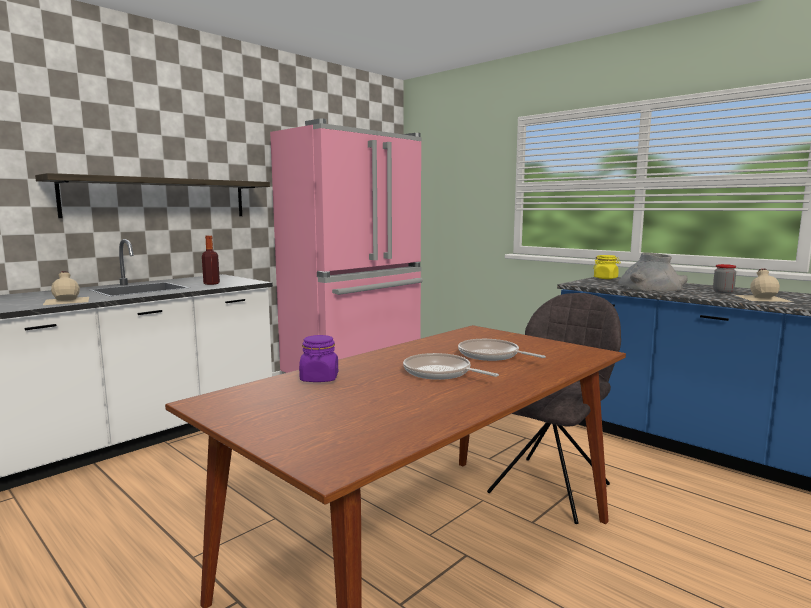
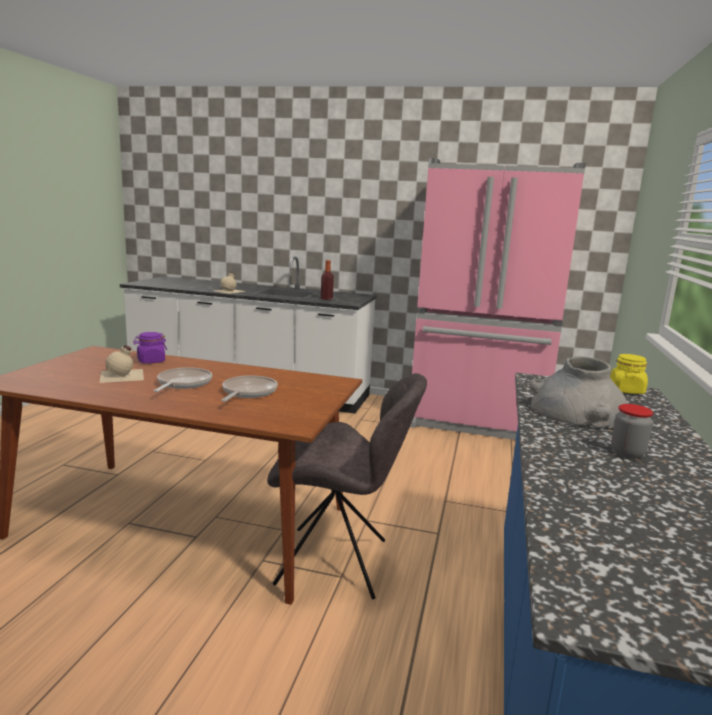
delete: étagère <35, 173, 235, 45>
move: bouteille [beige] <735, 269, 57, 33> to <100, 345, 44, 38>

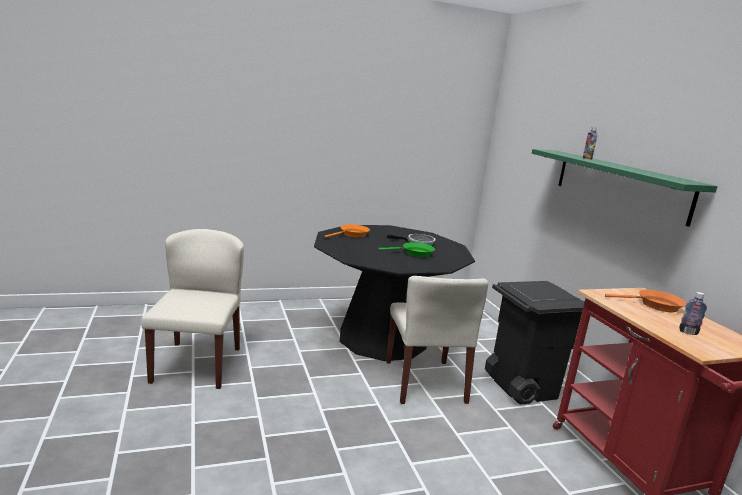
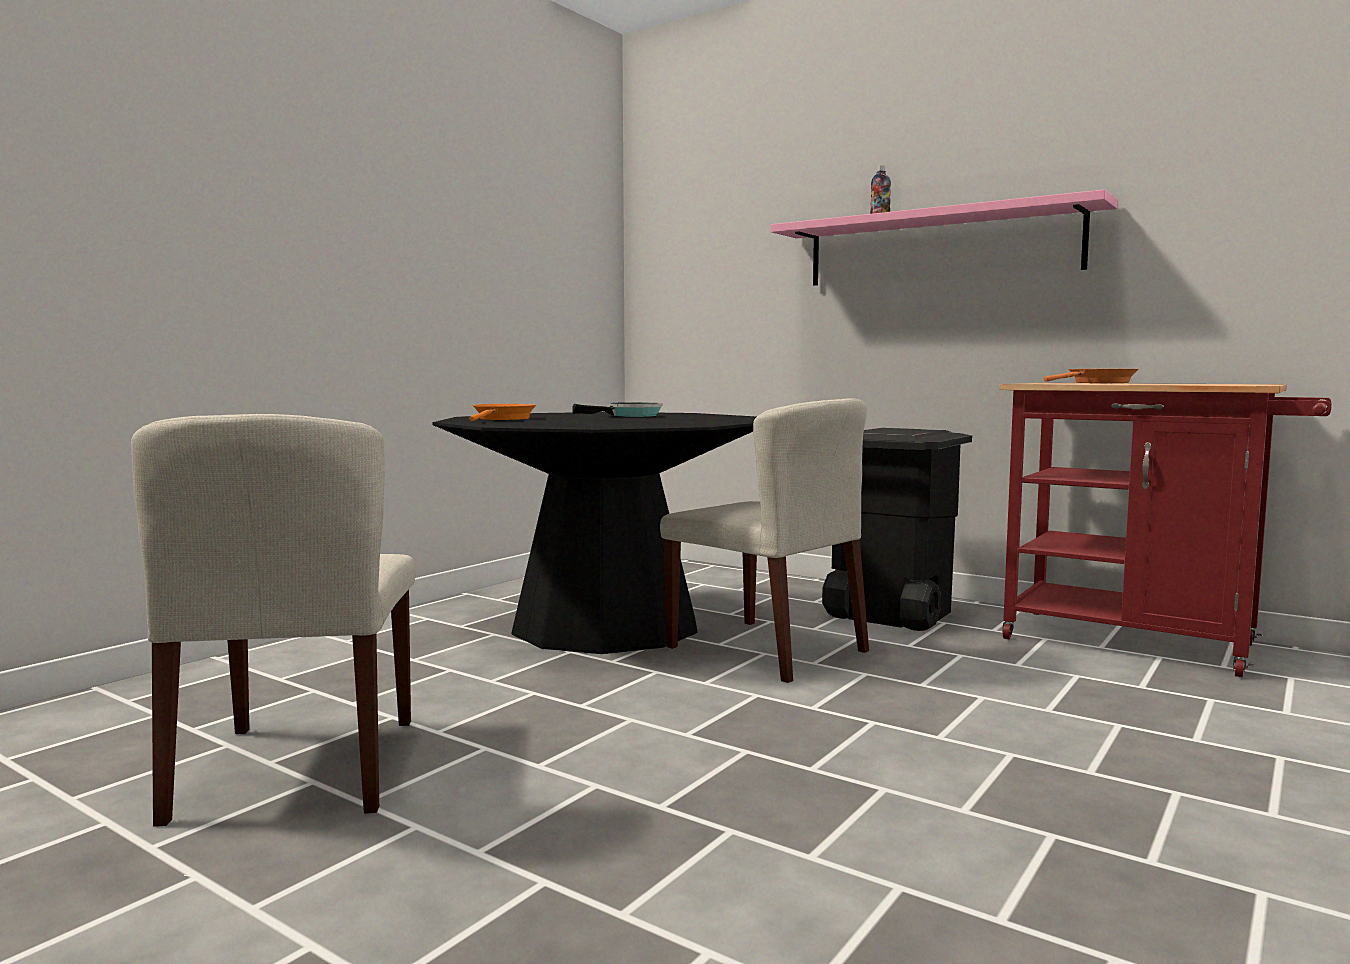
delete: poêle [vert] <379, 242, 56, 15>; bouteille <679, 292, 28, 43>
recolor: étagère [vert] <532, 149, 186, 78> to étagère [rose] <771, 189, 347, 97>
rotate: chaise [beige] <141, 229, 103, 160> = <131, 414, 284, 413> 150 degrees counterclockwise

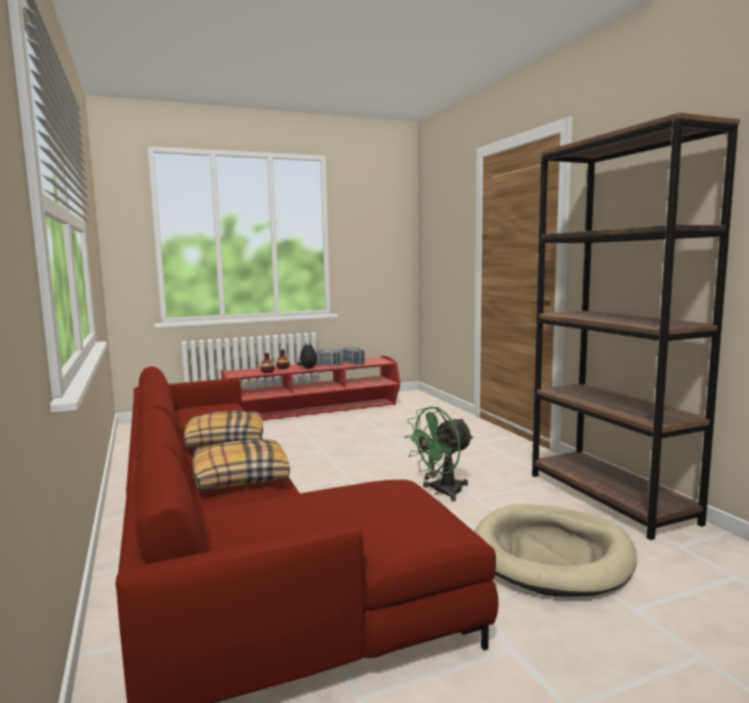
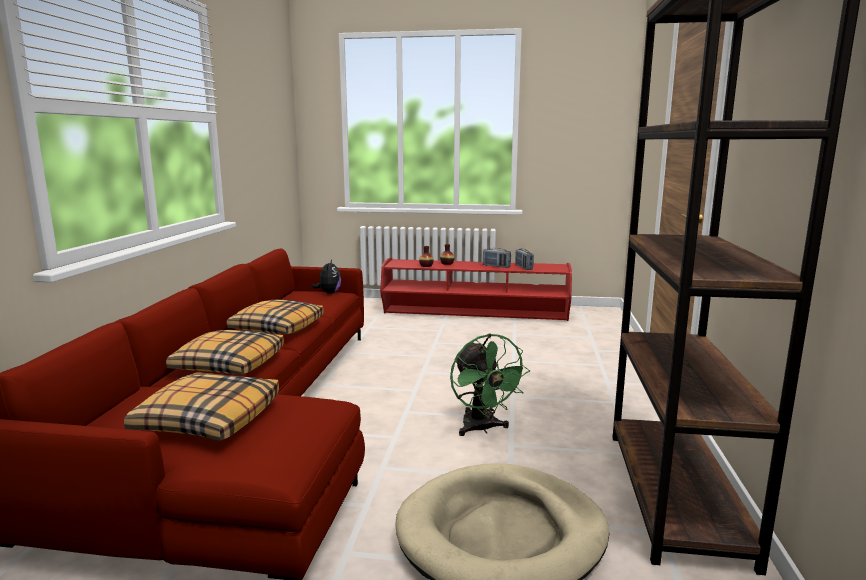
insert: coussin <124, 372, 155, 69>
move: peluche <297, 342, 20, 27> to <311, 260, 30, 34>
rotate: ventilateur [vert] <404, 407, 70, 94> = <450, 334, 80, 102> 105 degrees counterclockwise

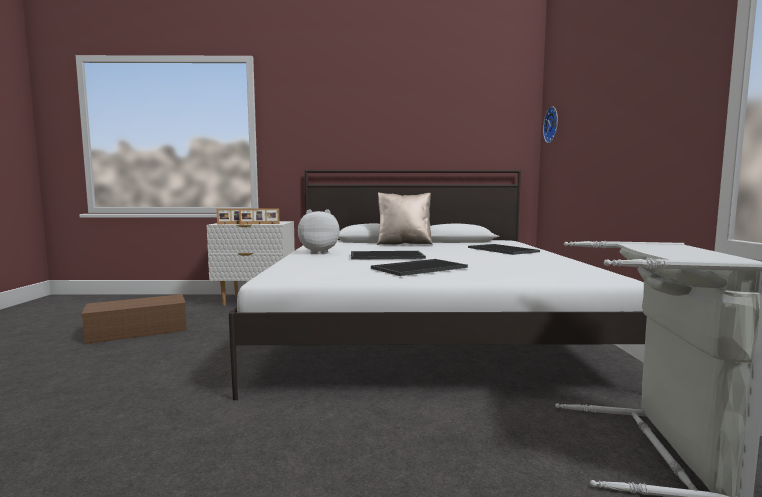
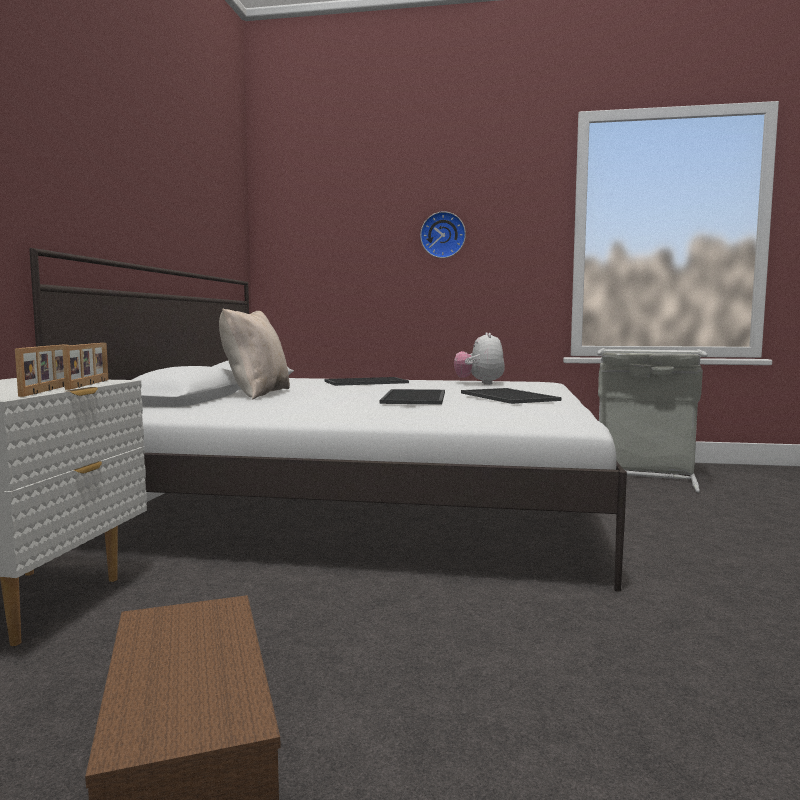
move: peluche <298, 209, 42, 45> to <454, 332, 51, 53>; horloge murale <543, 106, 15, 37> to <420, 211, 46, 47>

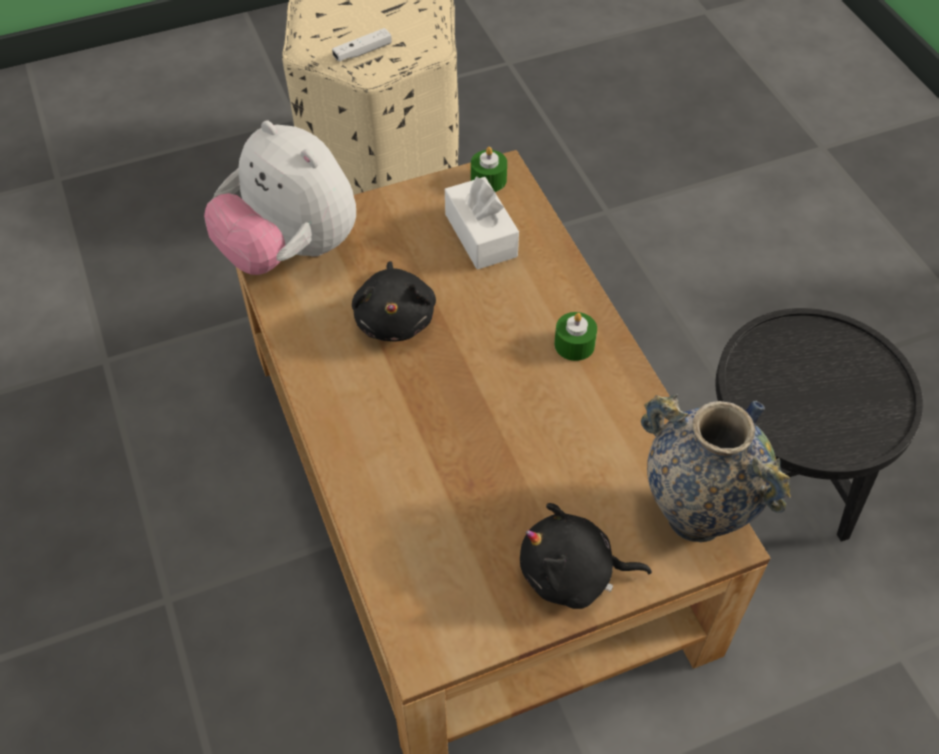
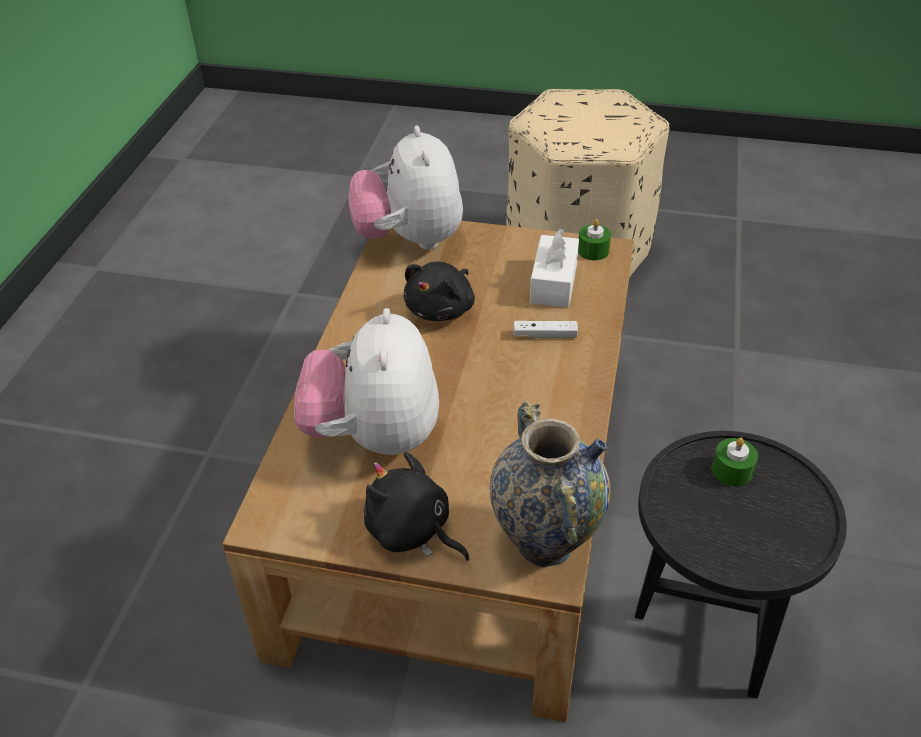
insert: peluche <294, 308, 145, 147>
move: manette [blanc] <332, 28, 60, 33> to <514, 321, 64, 17>; bougie [vert] <554, 312, 43, 49> to <712, 438, 46, 49>

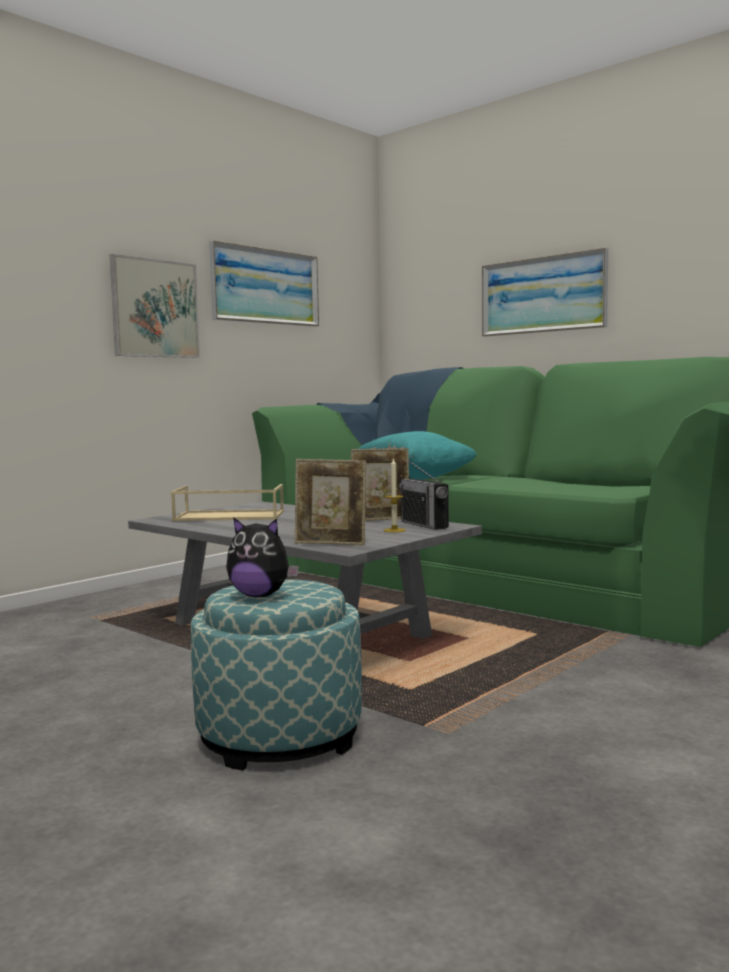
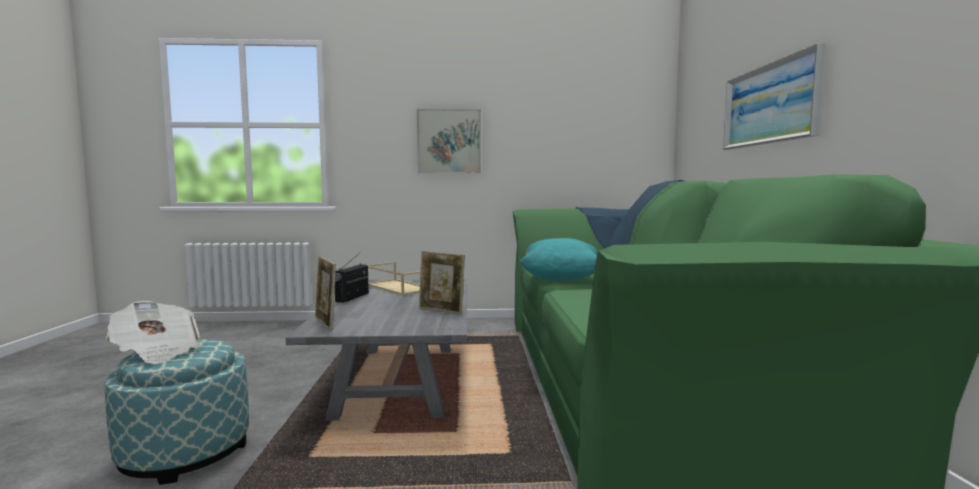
delete: tableau <209, 240, 110, 87>; bougie <383, 458, 23, 74>
move: radio <399, 461, 50, 69> to <335, 253, 34, 50>
replace: peluche <226, 517, 73, 80> to journal <106, 301, 94, 63>

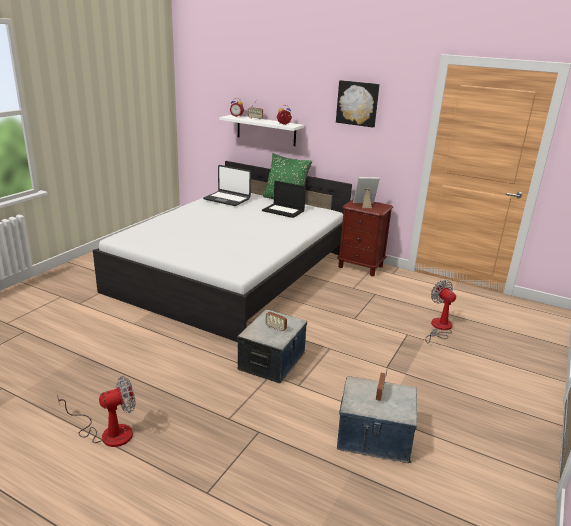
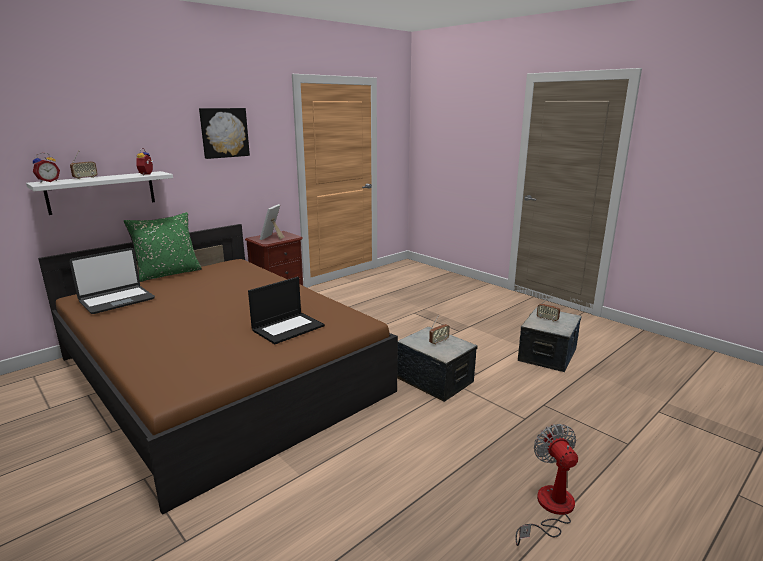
delete: ventilateur <425, 280, 31, 64>
move: ordinateur portable <262, 181, 44, 37> to <248, 277, 77, 67>
recolor: lit [blanc] <93, 161, 259, 181> to lit [marron] <38, 224, 360, 291>

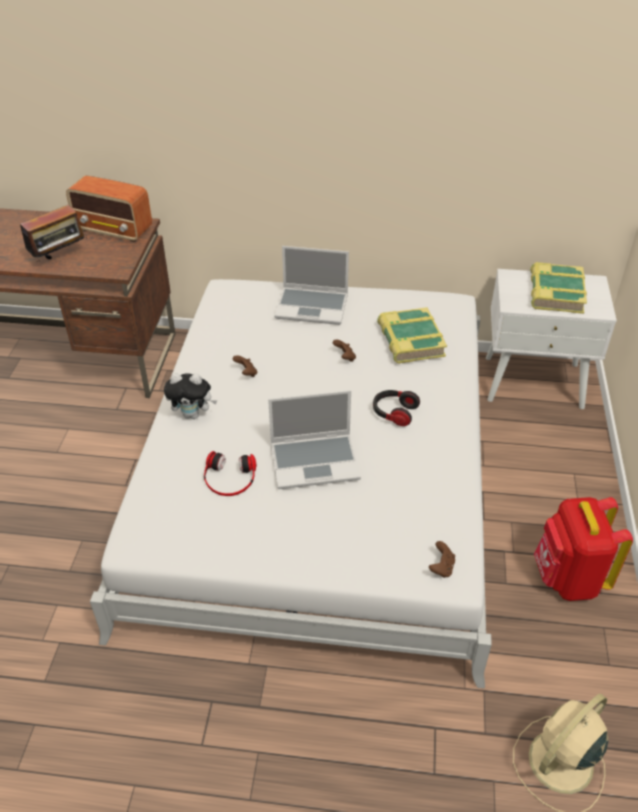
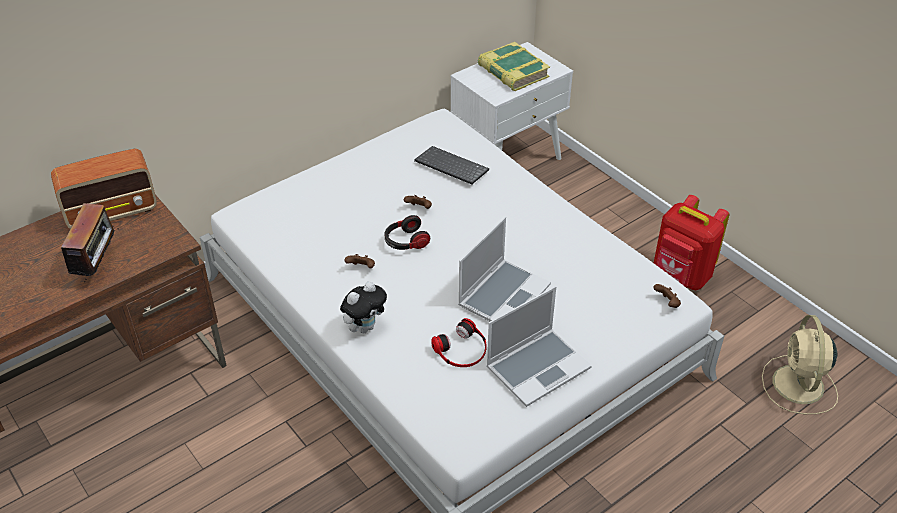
move: ordinateur portable <274, 246, 75, 79> to <486, 286, 105, 121>; casque audio <373, 390, 47, 36> to <384, 215, 46, 35>
replace: livre <377, 307, 70, 57> to clavier <414, 146, 75, 38>

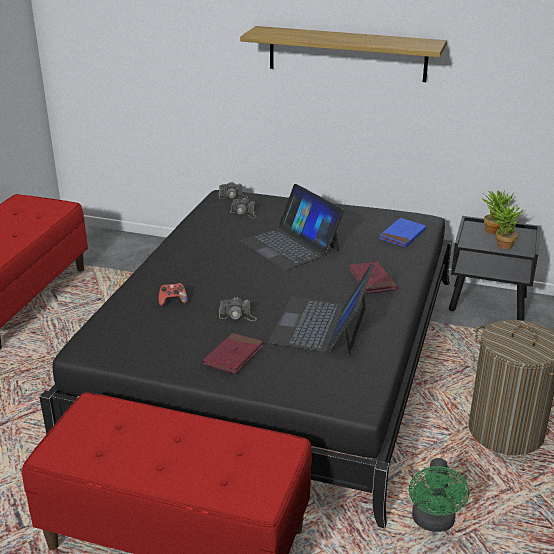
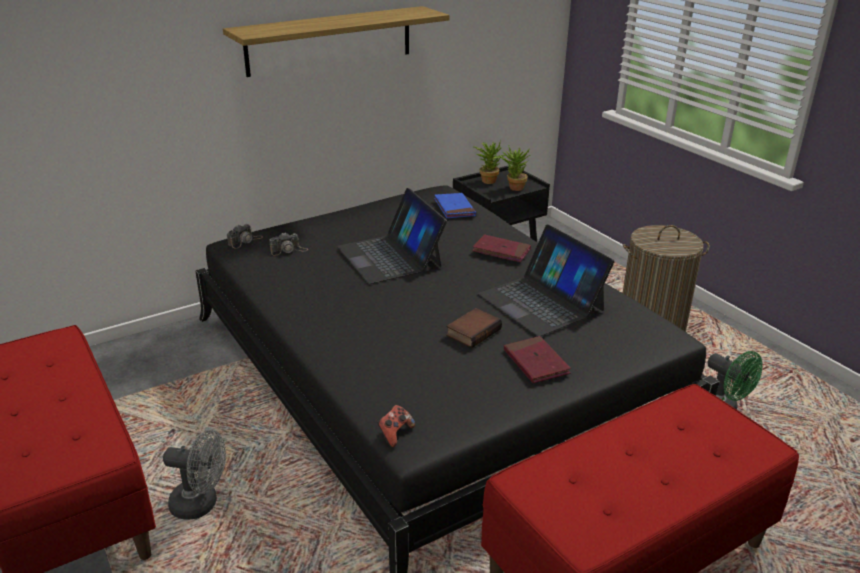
insert: ventilateur [gris] <163, 430, 63, 90>
move: manette <159, 283, 29, 23> to <377, 405, 38, 42>
replace: appareil photo <219, 297, 38, 24> to livre <446, 308, 56, 40>
rotate: ordinateur portable <239, 184, 105, 87> = <337, 188, 110, 96> 60 degrees clockwise

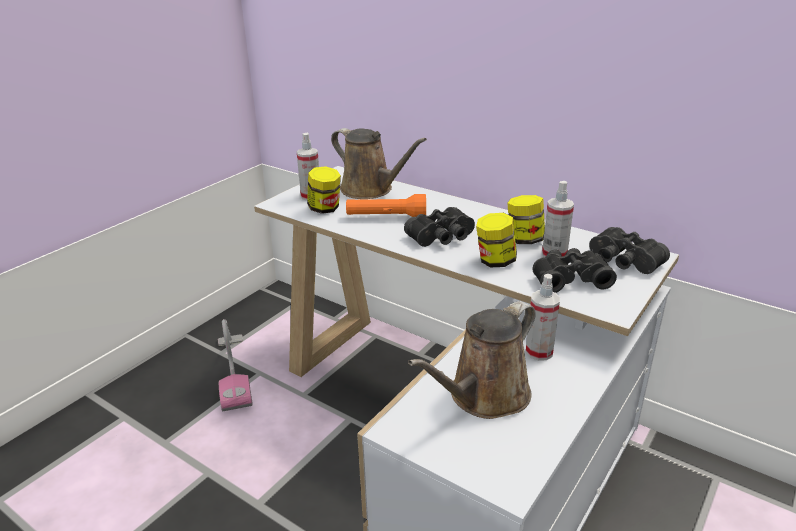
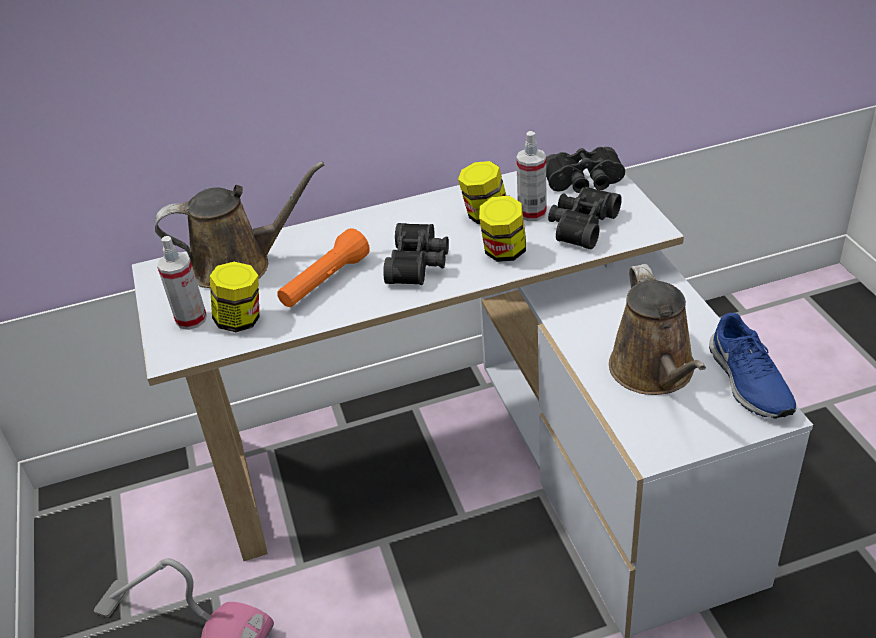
delete: vaporisateur <525, 274, 35, 87>
insert: chaussure [bleu] <709, 313, 88, 106>

